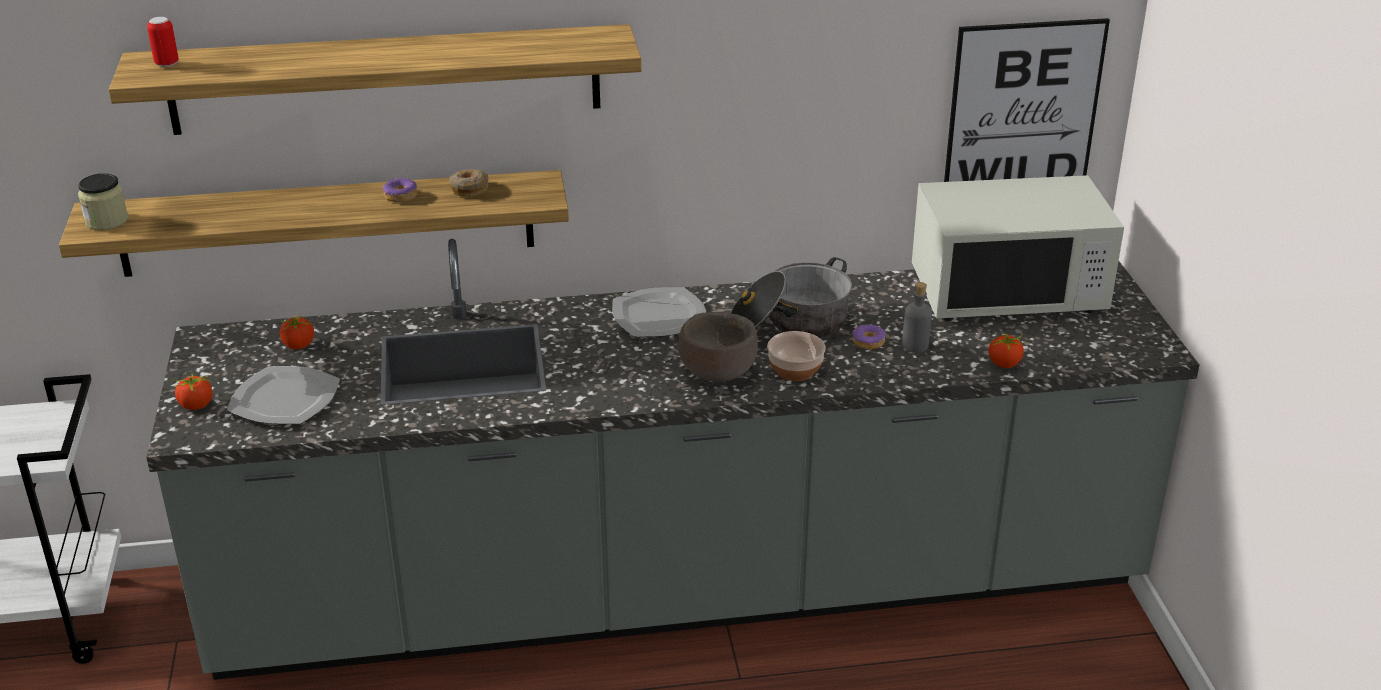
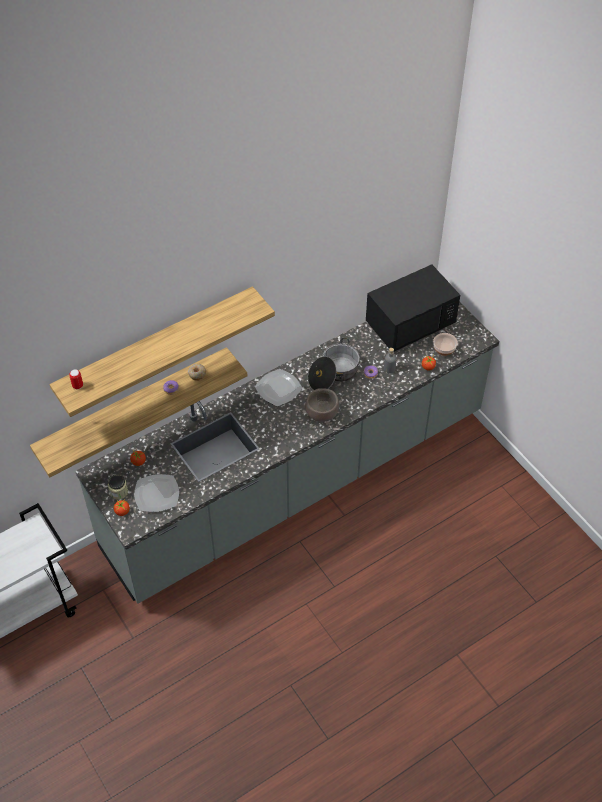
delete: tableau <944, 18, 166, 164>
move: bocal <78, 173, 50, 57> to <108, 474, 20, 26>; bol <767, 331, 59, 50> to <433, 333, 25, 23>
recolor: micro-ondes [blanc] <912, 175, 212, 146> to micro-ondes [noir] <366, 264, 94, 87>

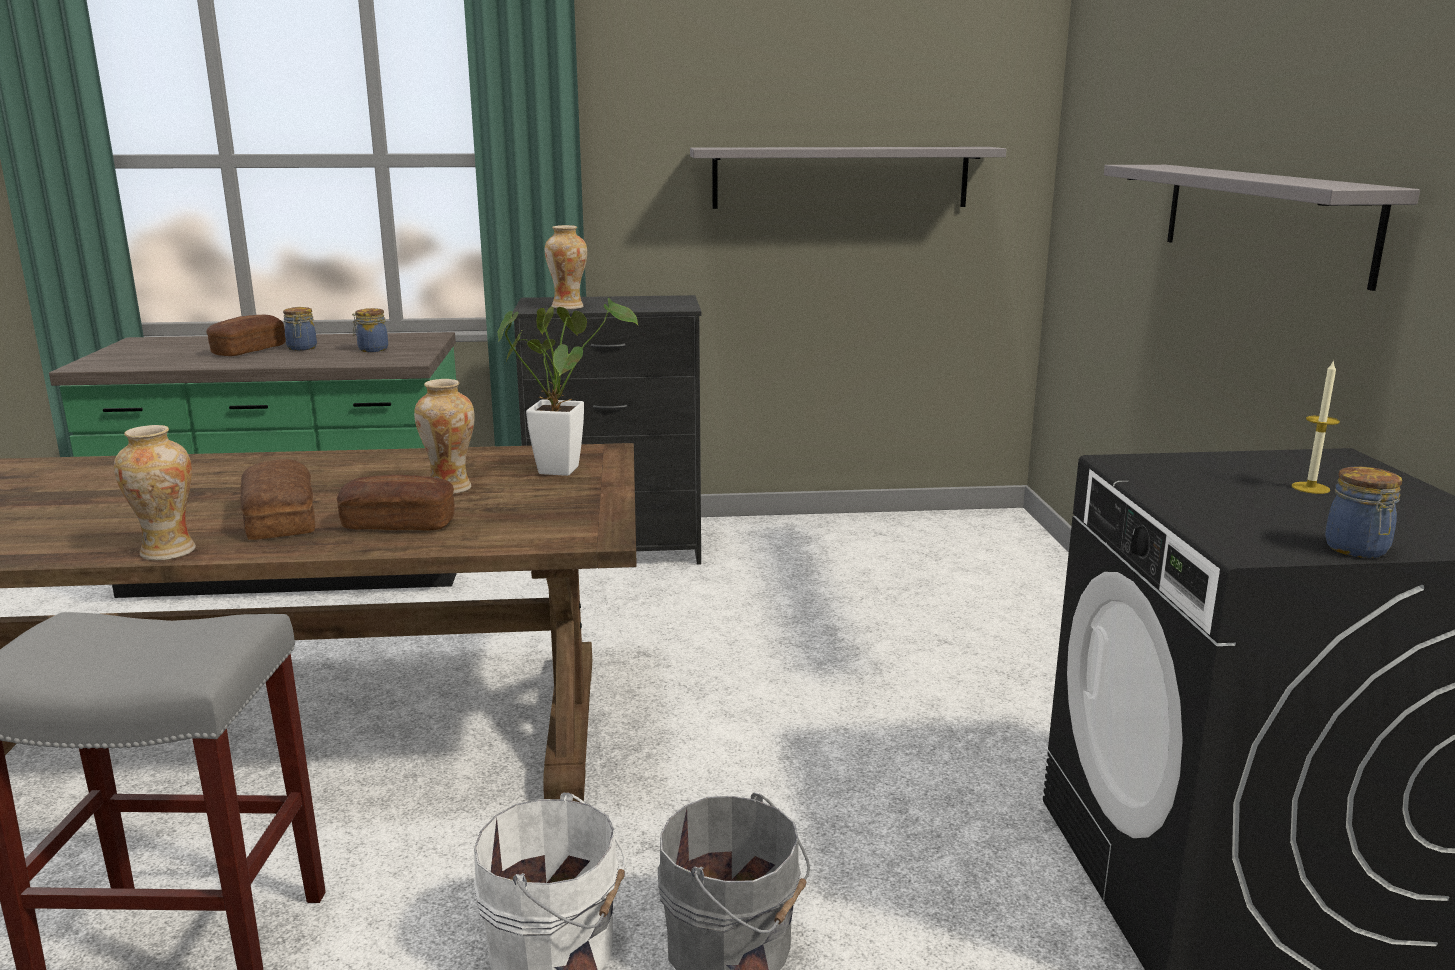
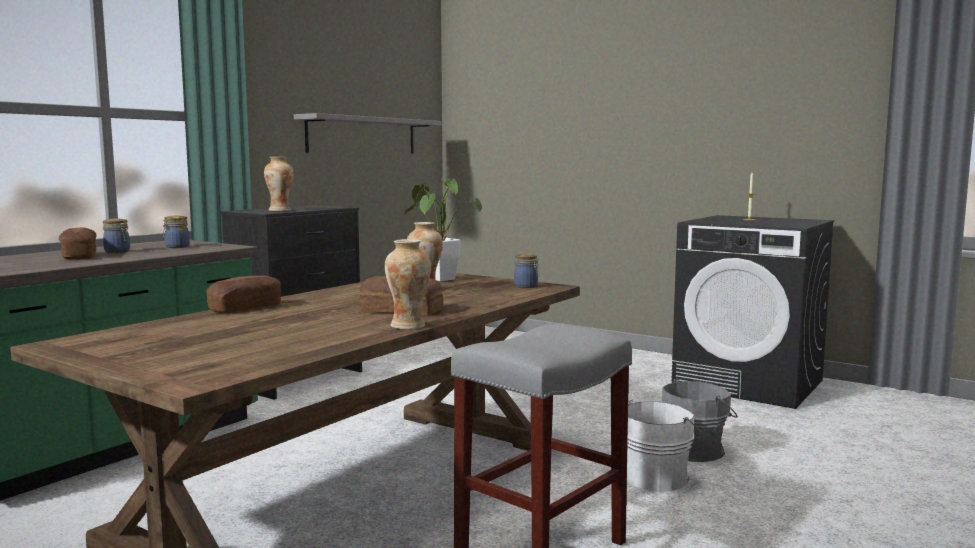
delete: étagère [gris] <1104, 165, 316, 126>
move: pain <337, 475, 118, 56> to <206, 275, 75, 38>; bocal <1325, 466, 77, 92> to <514, 253, 25, 35>

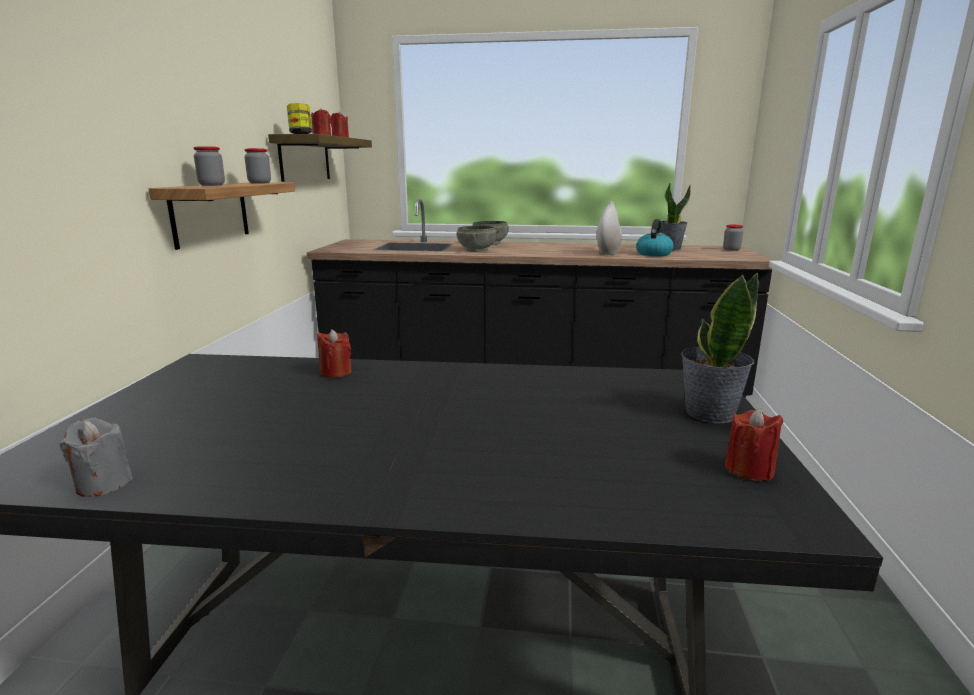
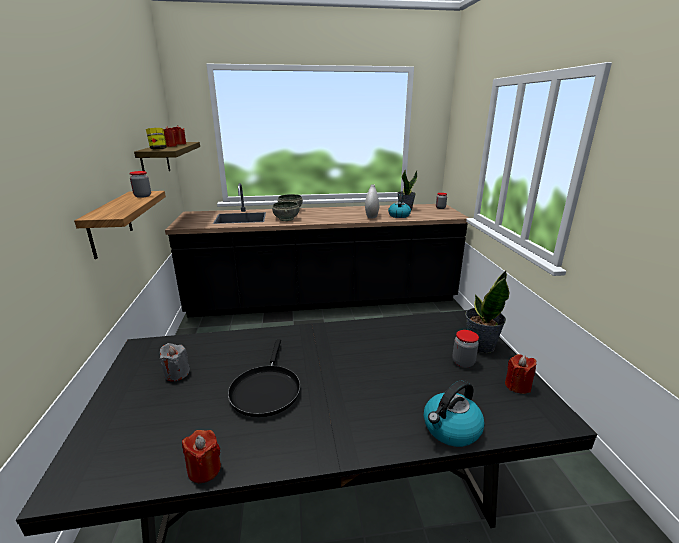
insert: poêle [noir] <228, 339, 72, 78>; bouilloire <424, 380, 61, 67>
move: bougie [gris] <60, 418, 73, 79> to <160, 343, 30, 38>; bocal <193, 146, 32, 40> to <452, 330, 27, 38>; bougie [rouge] <317, 329, 35, 49> to <182, 430, 39, 53>

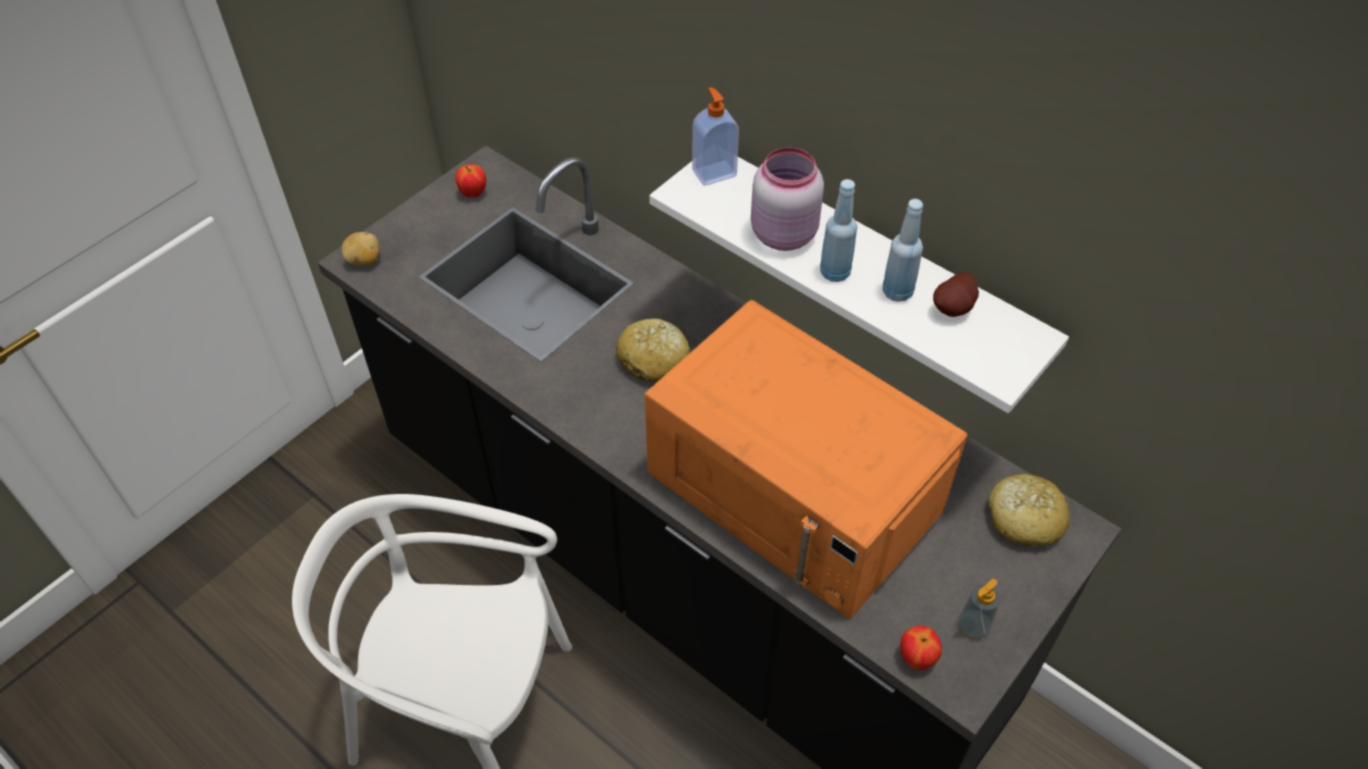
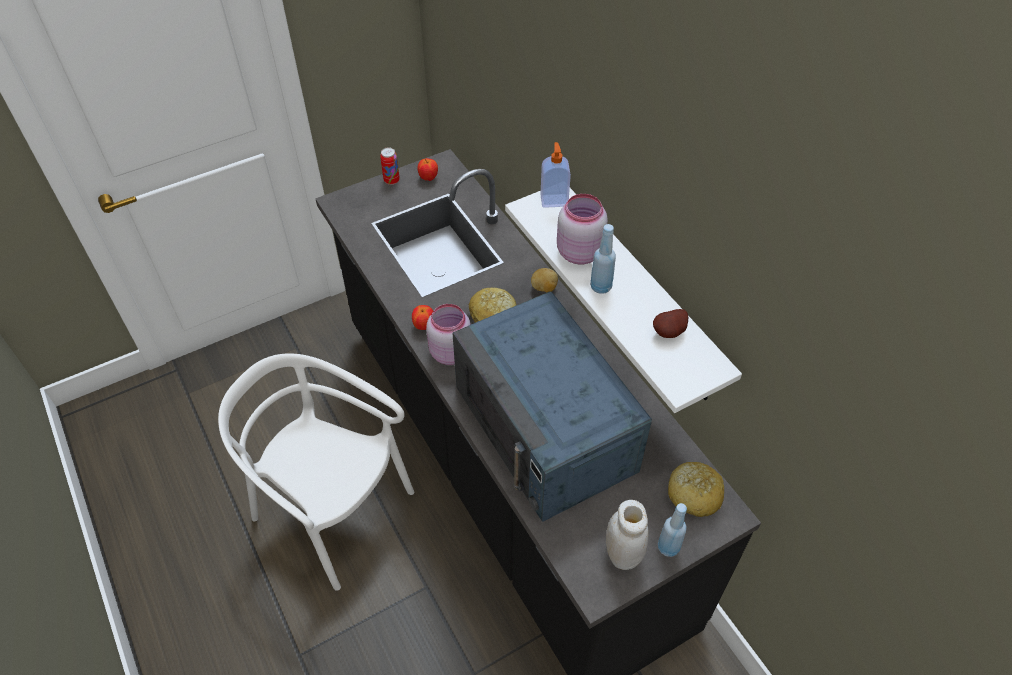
insert: boîte métallique <380, 147, 20, 38>; bocal [rose] <426, 304, 45, 61>
move: pomme de terre <342, 232, 38, 34> to <531, 268, 27, 24>; bouteille [bleu] <883, 199, 40, 103> to <658, 503, 29, 54>; pomme <900, 625, 42, 45> to <412, 305, 21, 25>
replace: distributeur de savon <958, 579, 42, 60> to bocal [blanc] <606, 500, 43, 70>
recolor: micro-ondes [orange] <644, 300, 323, 319> to micro-ondes [bleu] <453, 291, 199, 231>

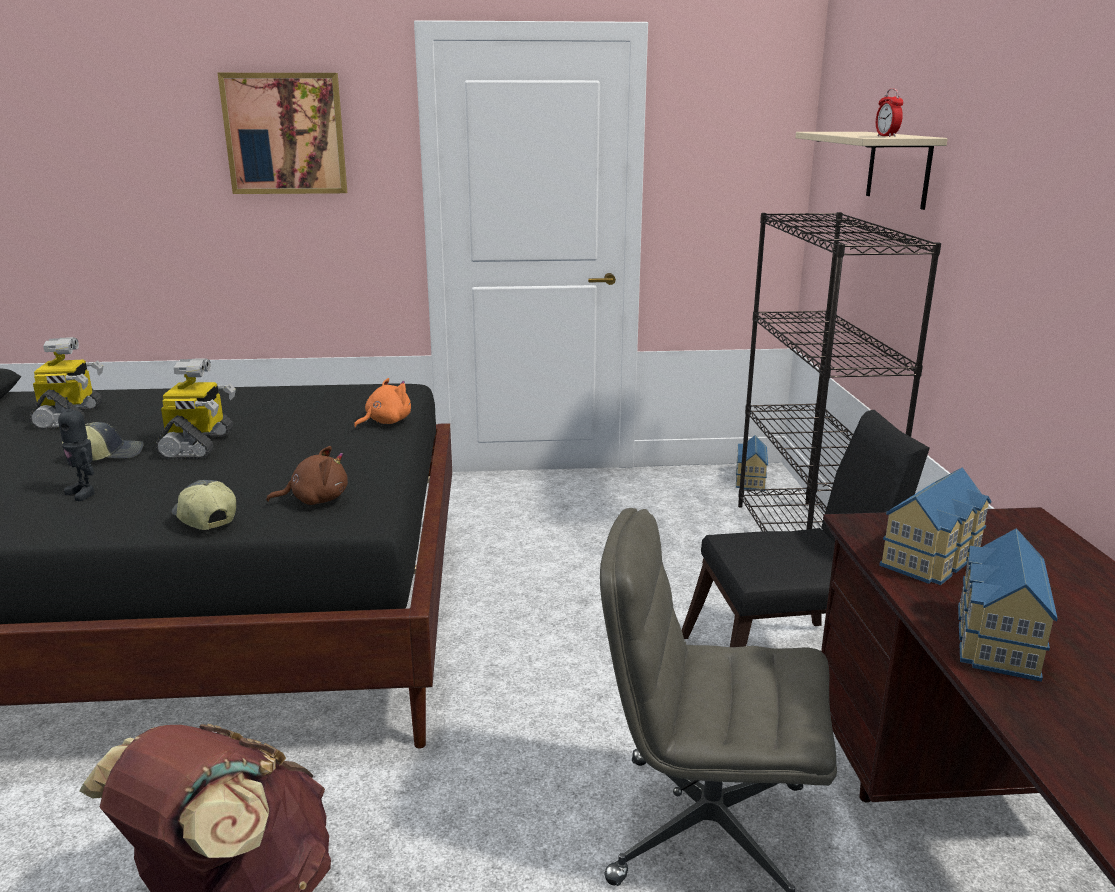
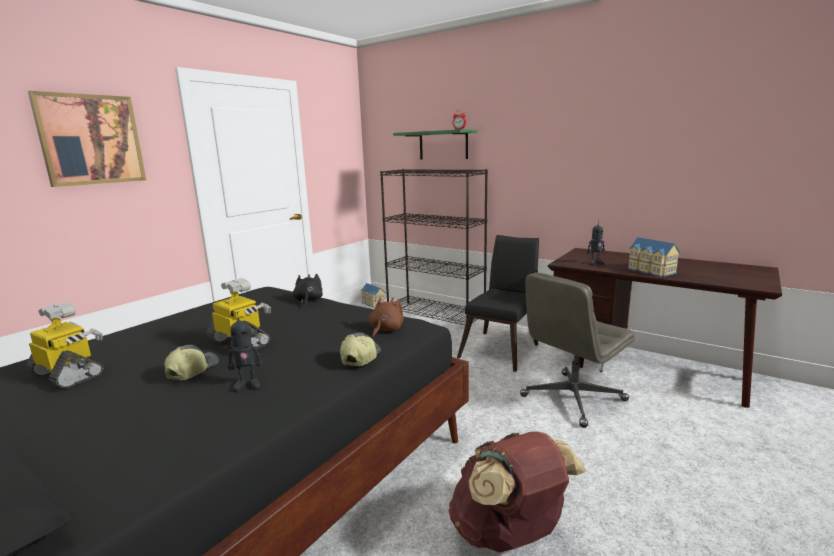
replace: maison miniature <879, 467, 112, 118> to robot jouet <587, 220, 18, 45>
recolor: peluche [orange] <354, 378, 57, 50> to peluche [noir] <293, 274, 30, 32>; étagère [beige] <795, 132, 153, 78> to étagère [vert] <393, 129, 84, 31>
rotate: casquette <171, 480, 65, 50> = <340, 332, 41, 34> 105 degrees clockwise

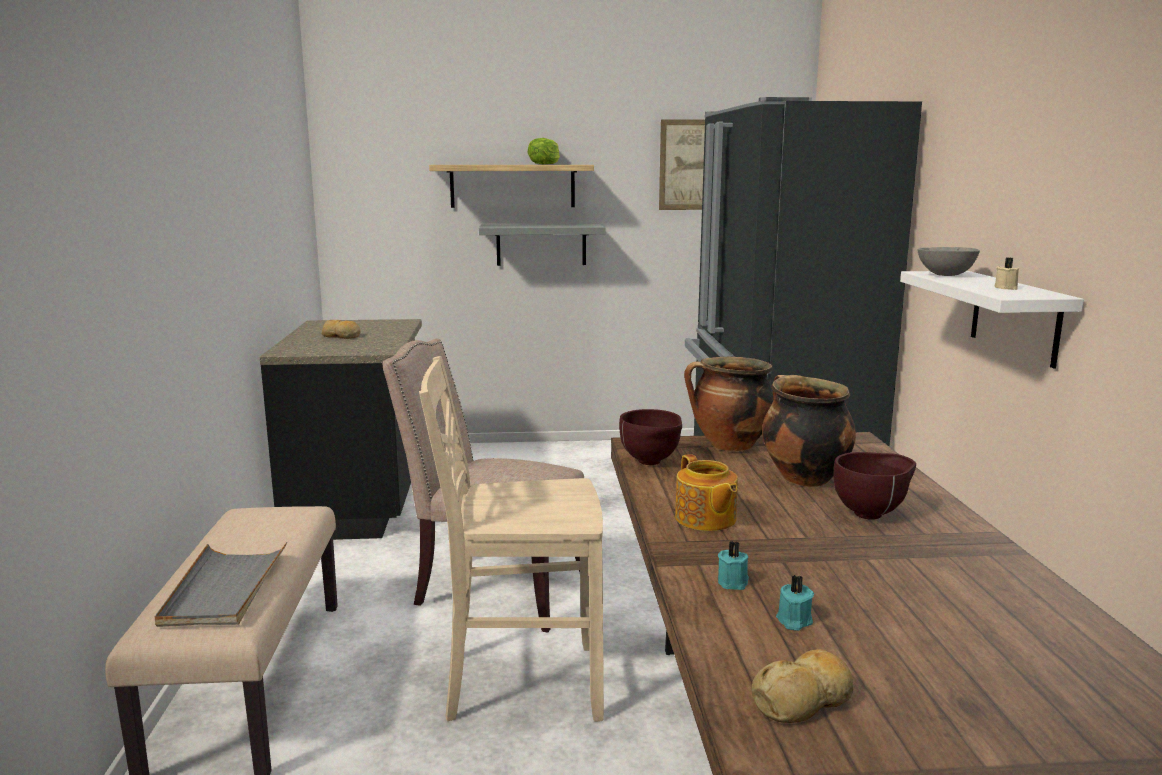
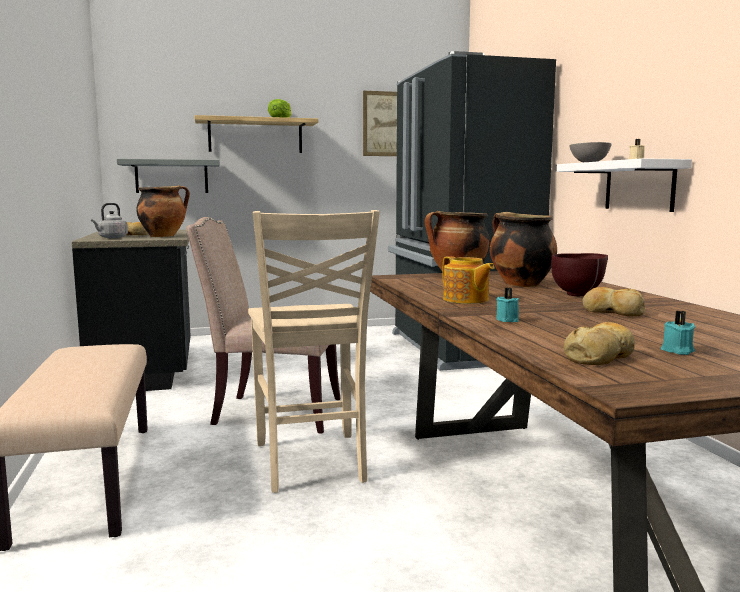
delete: plateau [gris] <155, 542, 132, 85>; bol [marron] <619, 409, 63, 56>
insert: bouilloire [gris] <91, 203, 37, 35>; marmite <136, 185, 54, 52>; pain <583, 287, 63, 29>
move: étagère [gris] <479, 224, 127, 42> to <117, 159, 103, 34>; bougie [turquoise] <776, 575, 38, 56> to <661, 310, 35, 45>
rotate: chaise [beige] <419, 356, 185, 366> = <248, 210, 132, 283> 90 degrees counterclockwise

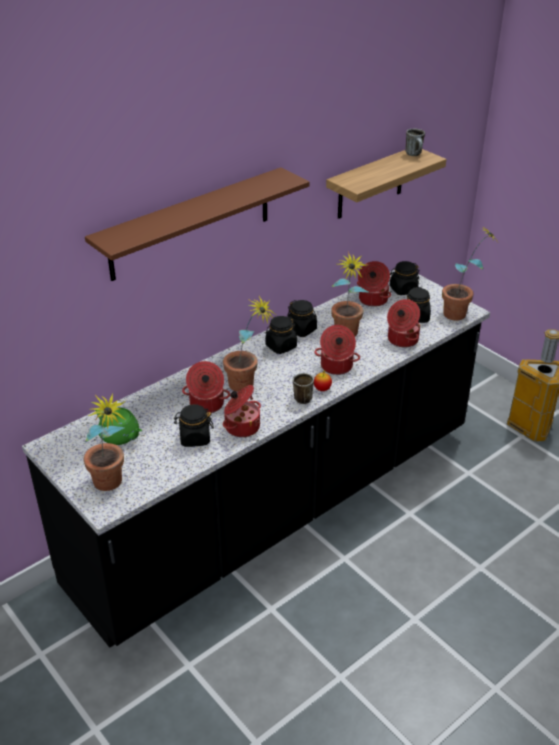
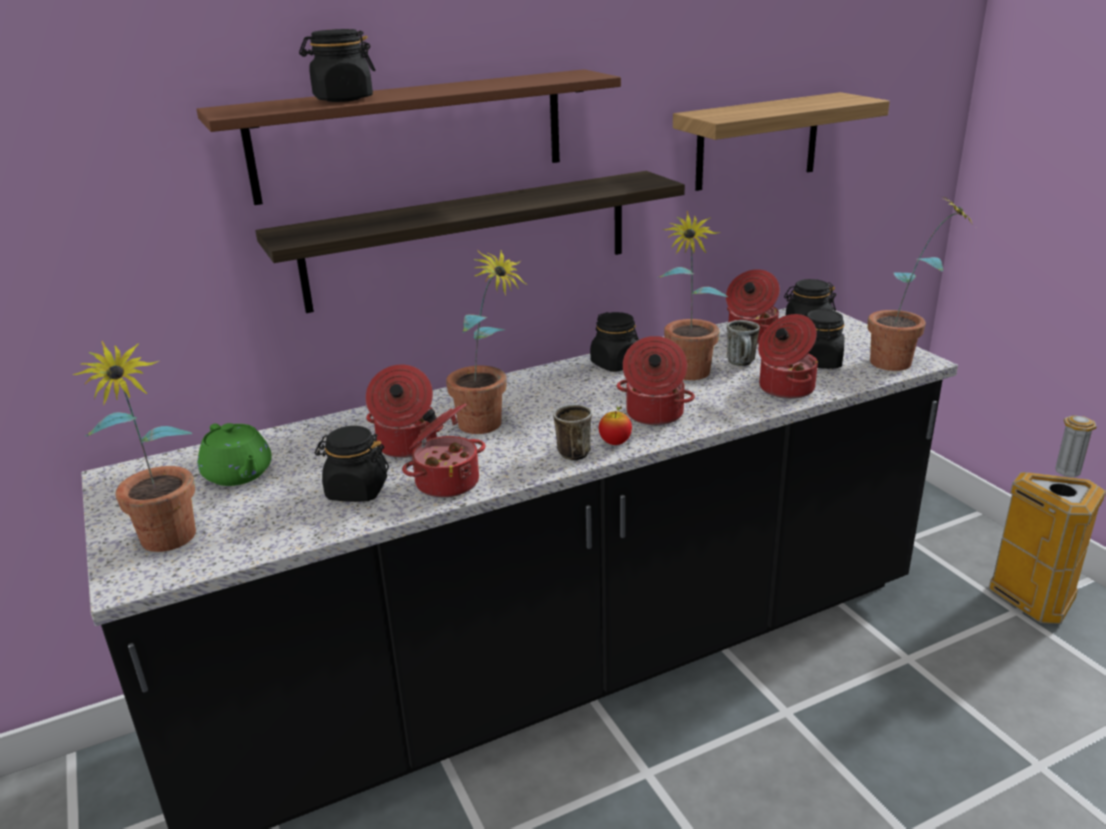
insert: étagère <255, 171, 430, 142>
move: bocal [noir] <265, 316, 32, 38> to <299, 29, 76, 73>; mug <405, 129, 20, 27> to <727, 320, 33, 46>

